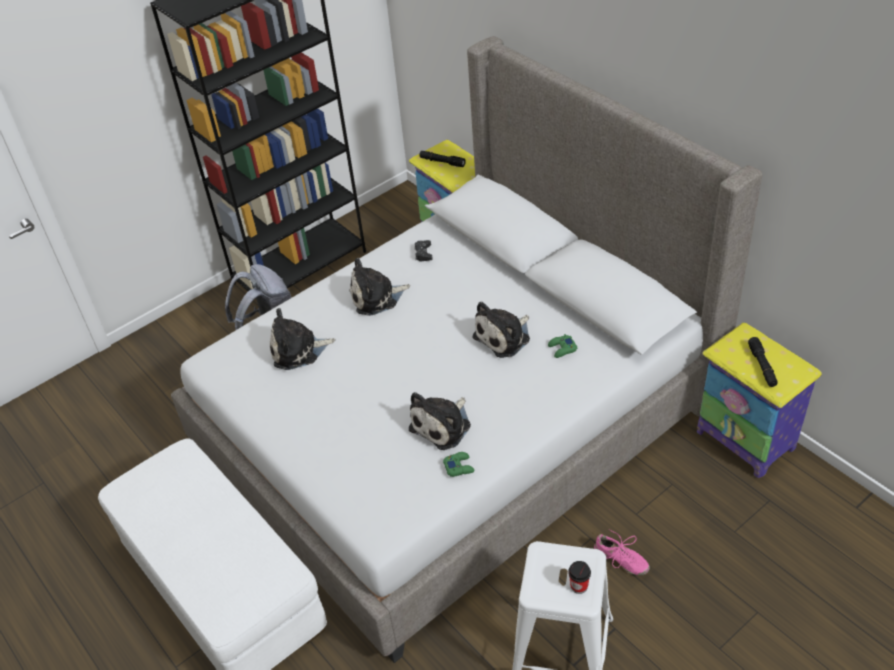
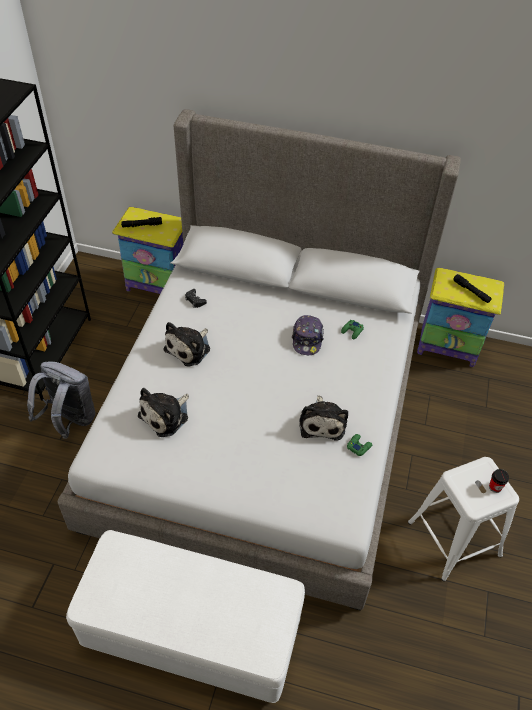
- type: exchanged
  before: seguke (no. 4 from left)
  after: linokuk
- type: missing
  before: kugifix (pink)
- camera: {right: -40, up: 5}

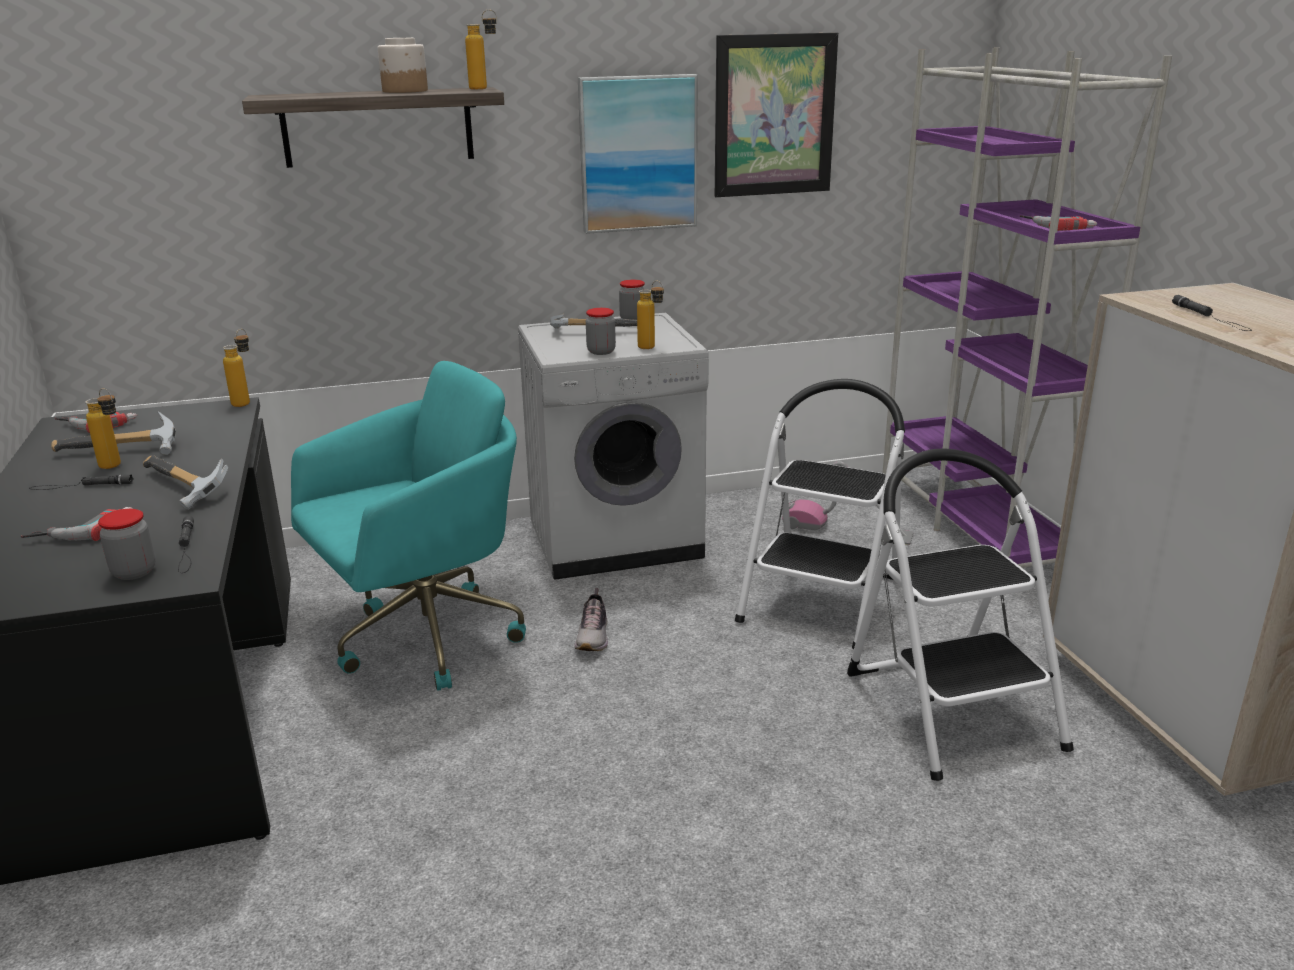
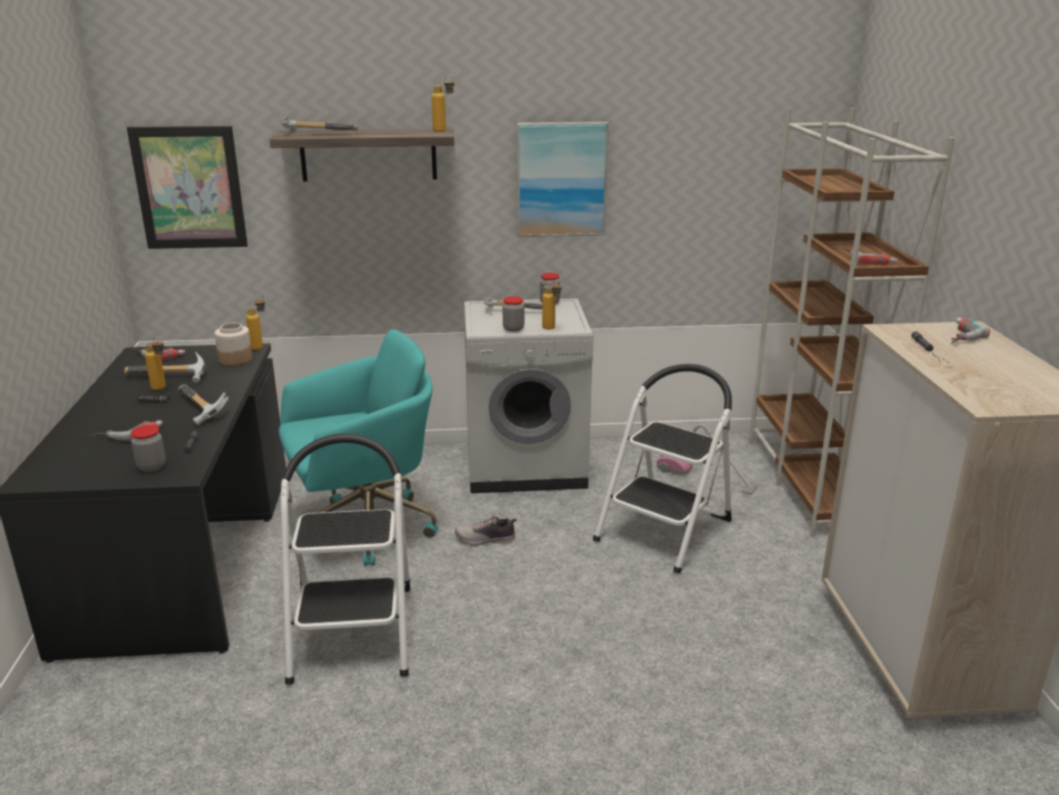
- type: relocated
  before: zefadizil (no. 2 from left in the first image)
  after: zefadizil (no. 1 from left)
- type: relocated
  before: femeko (no. 2 from left)
- type: relocated
  before: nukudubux (no. 2 from left in the first image)
  after: nukudubux (no. 1 from left)
- type: appeared
  after: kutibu (no. 3 from left)
- type: spun
  before: kugifix
  turn: 75
- type: colour
  before: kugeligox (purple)
  after: kugeligox (brown)
- type: appeared
  after: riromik (no. 4 from left)
- camera: {right: 10, up: 0}

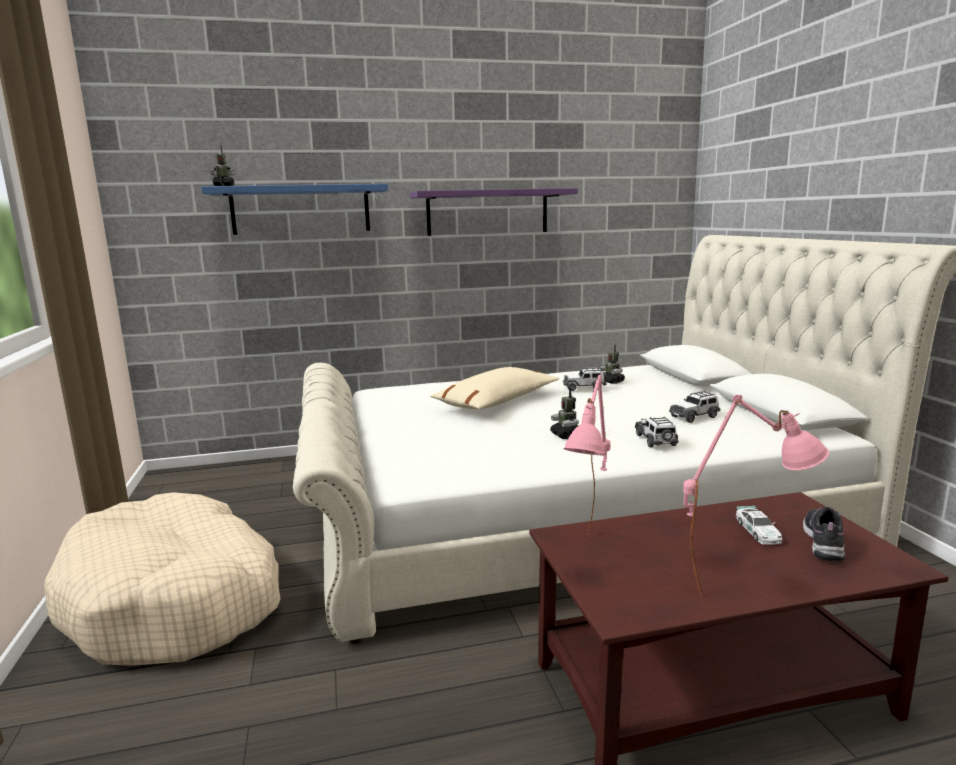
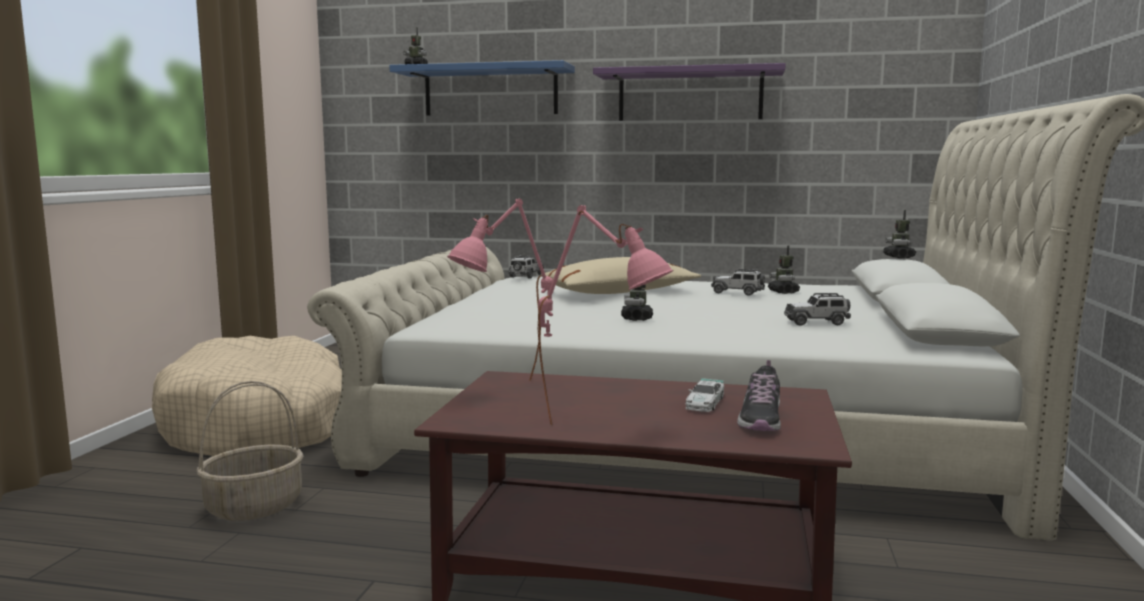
- type: appeared
  after: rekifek
- type: relocated
  before: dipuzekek (no. 2 from left in the first image)
  after: dipuzekek (no. 1 from left)
- type: spun
  before: kugifix
  turn: 150
- type: appeared
  after: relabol (no. 4 from left)
- camera: {right: 25, up: -5}

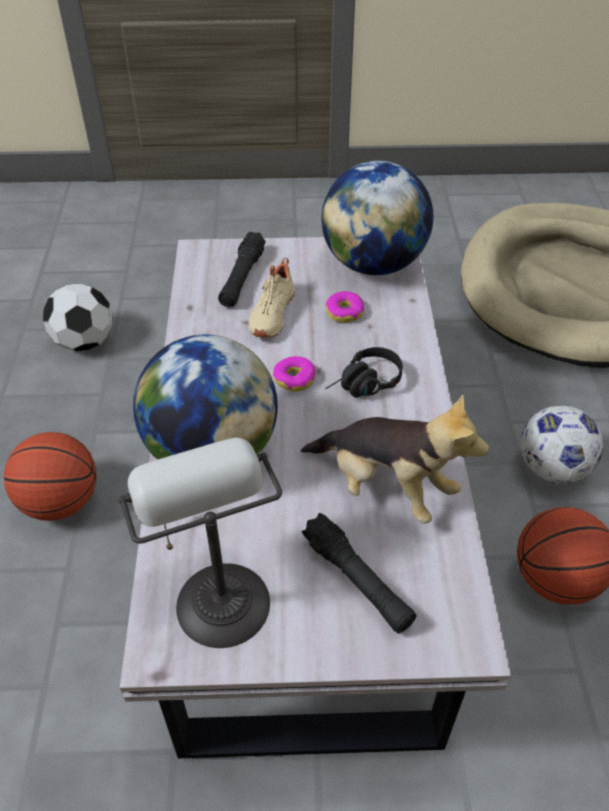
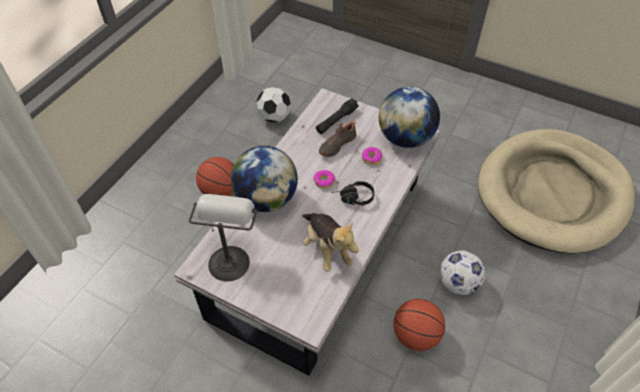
- type: colour
  before: kugifix (beige)
  after: kugifix (black)
- type: missing
  before: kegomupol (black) (no. 2 from left)
- camera: {right: 30, up: 5}

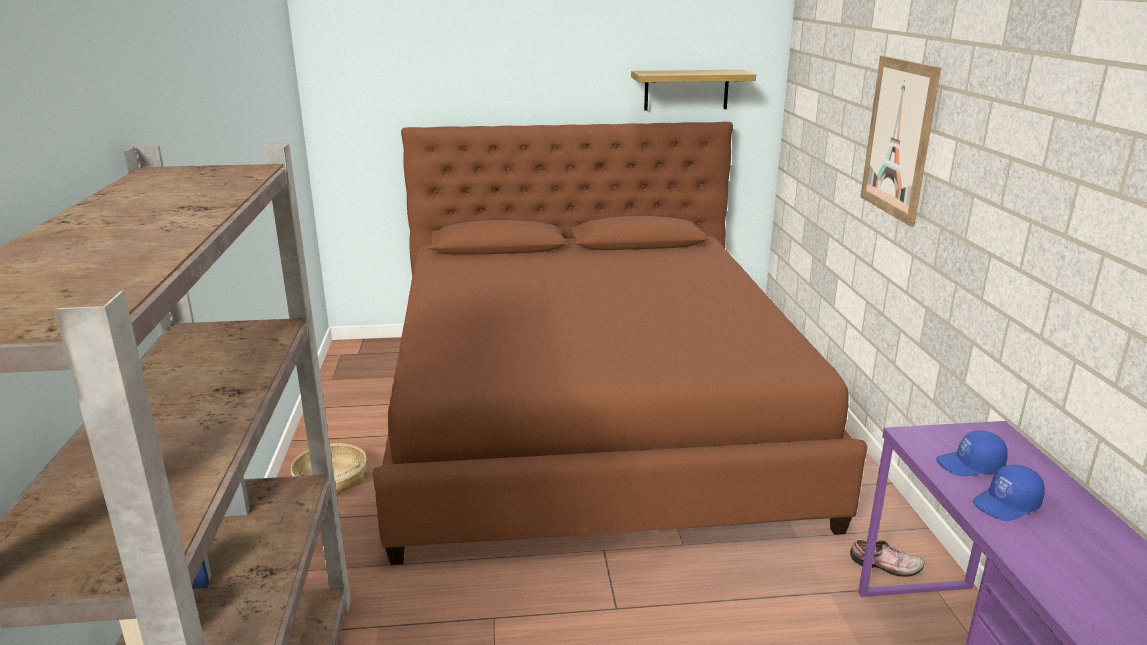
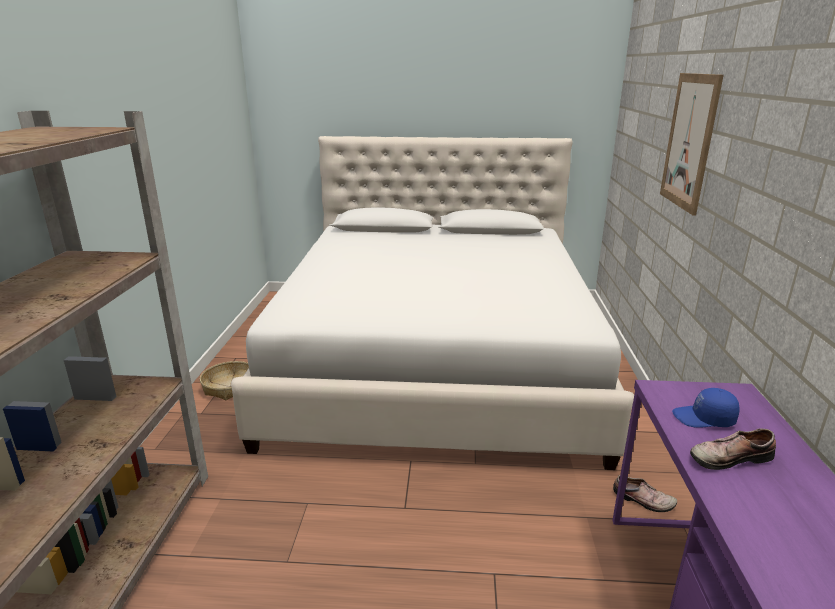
- type: colour
  before: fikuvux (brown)
  after: fikuvux (white)
- type: exchanged
  before: linokuk (blue) (no. 2 from left)
  after: kugifix (no. 2 from left)
- type: missing
  before: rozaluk
- camera: {right: 10, up: 0}

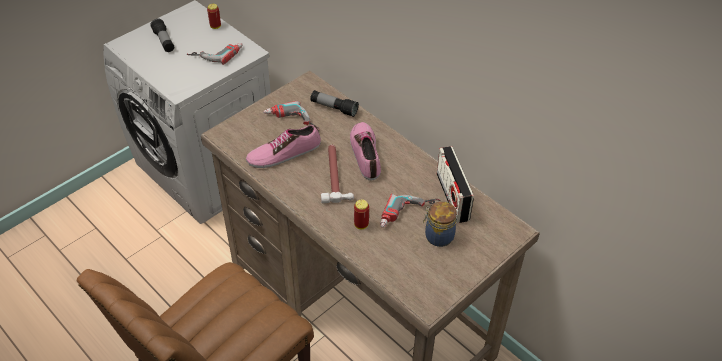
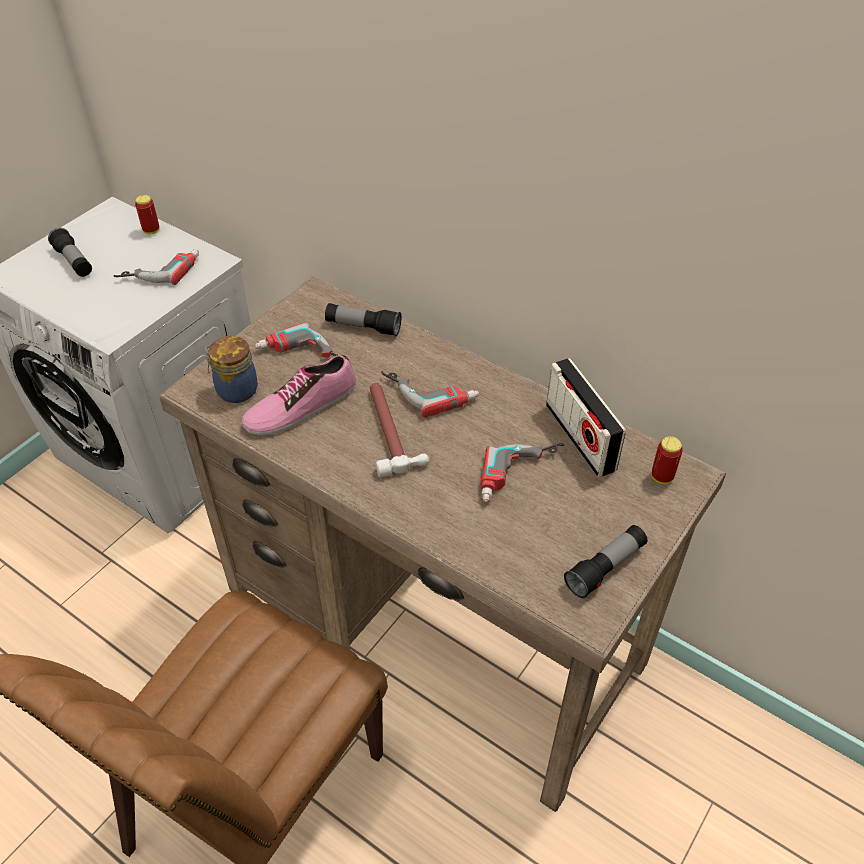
- type: relocated
  before: femeko
- type: exchanged
  before: kugifix (no. 2 from left)
  after: riromik (no. 3 from left)
- type: appeared
  after: kegomupol (no. 3 from left)
- type: relocated
  before: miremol (no. 2 from left)
- camera: {right: -10, up: 0}

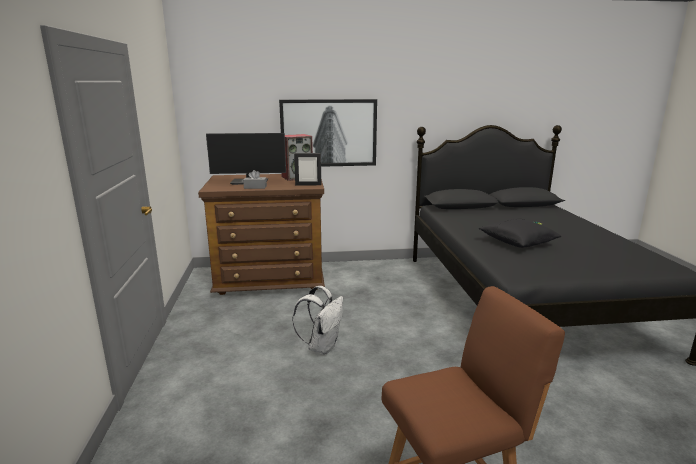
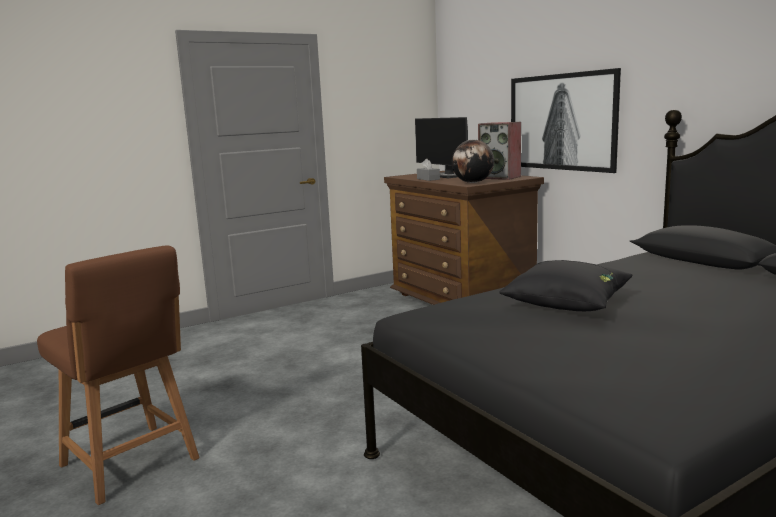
- type: exchanged
  before: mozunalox
  after: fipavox
- type: missing
  before: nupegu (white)
- camera: {right: 65, up: -5}

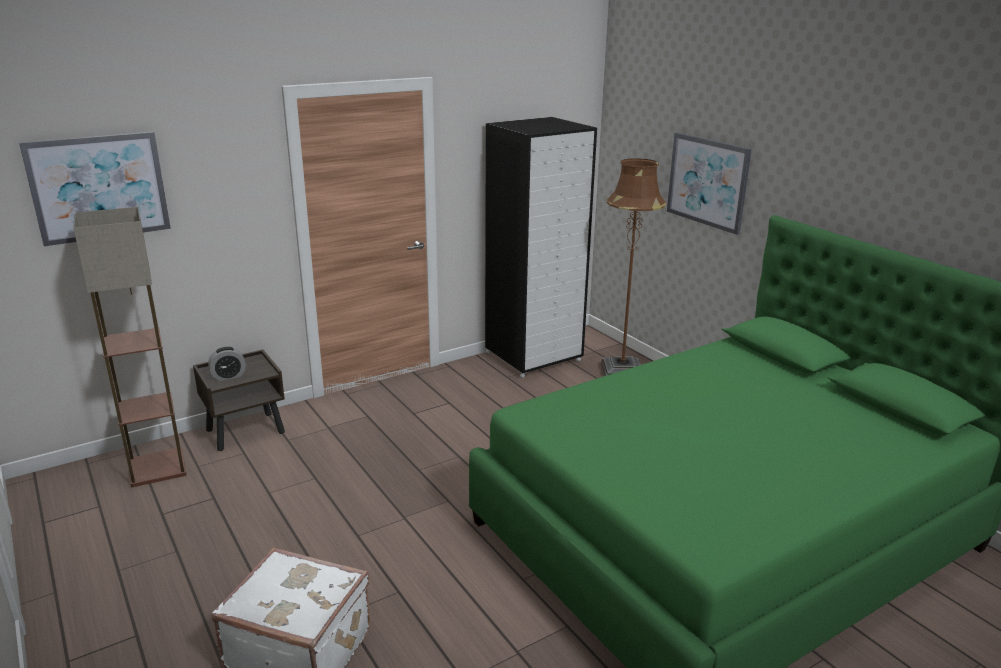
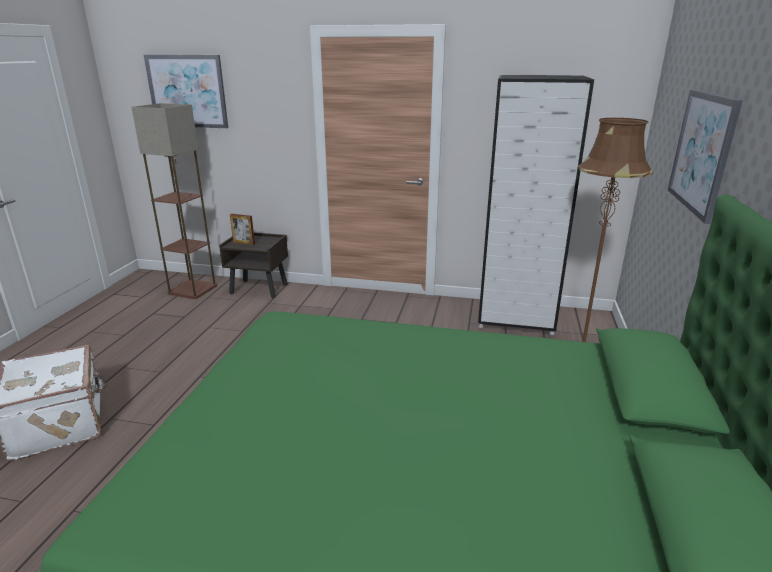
- type: exchanged
  before: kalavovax
  after: mozunalox
- camera: {right: 45, up: 0}

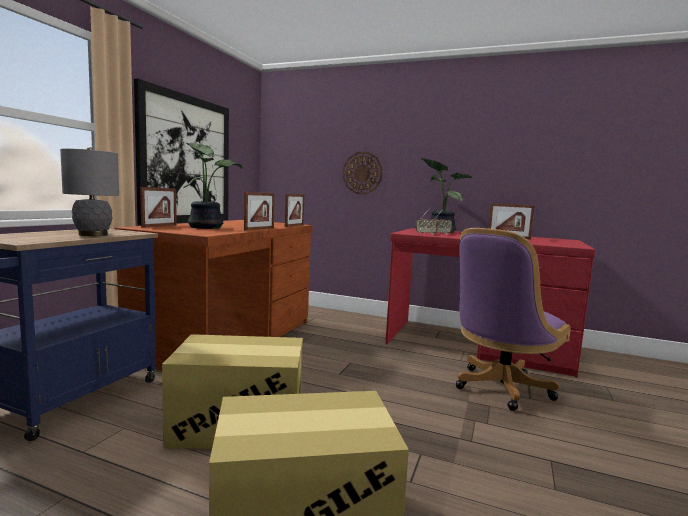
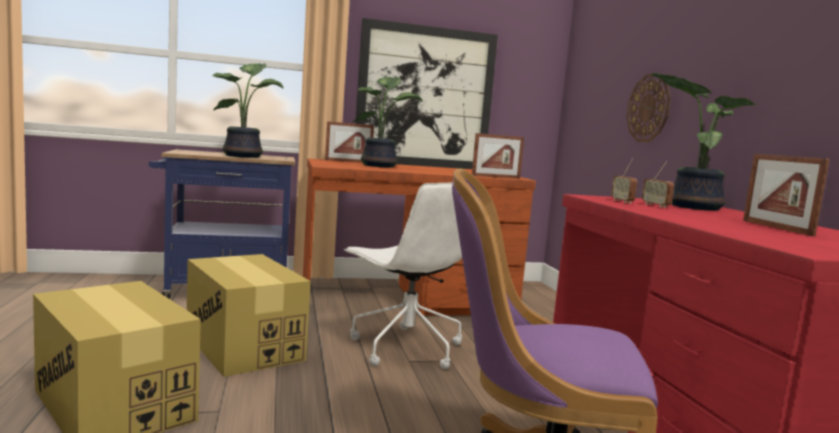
- type: exchanged
  before: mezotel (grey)
  after: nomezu (no. 1 from left)
- type: appeared
  after: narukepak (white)
- type: missing
  before: mozunalox (no. 2 from left)
- camera: {right: 55, up: 0}

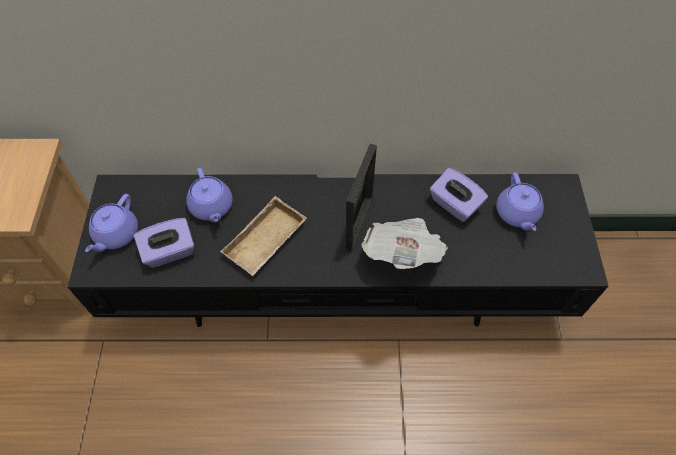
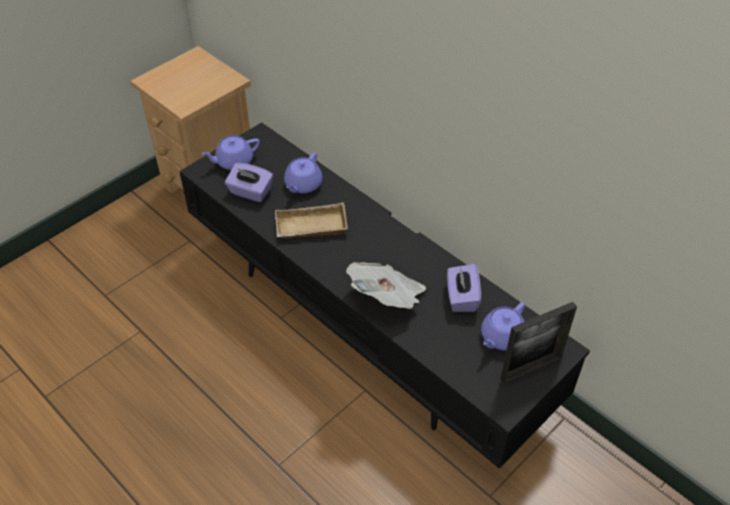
- type: relocated
  before: mozunalox
- camera: {right: 45, up: -10}

